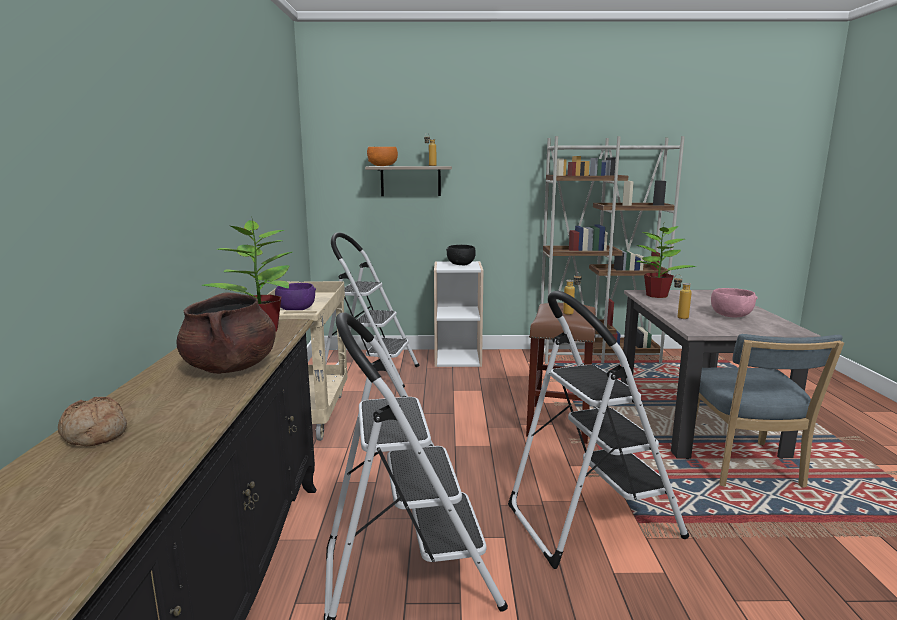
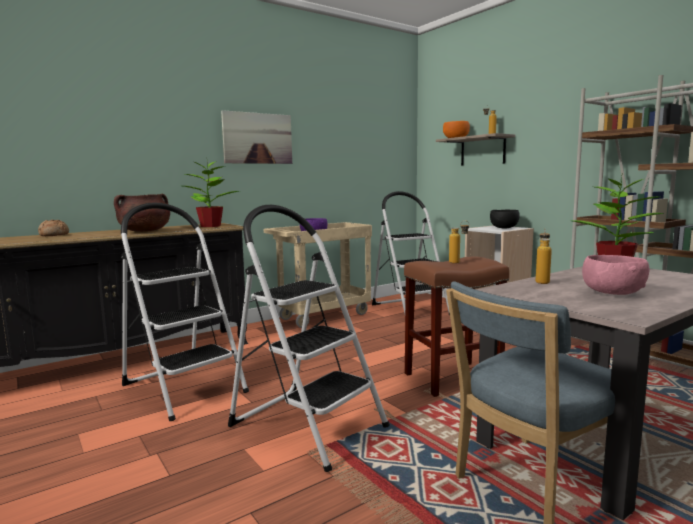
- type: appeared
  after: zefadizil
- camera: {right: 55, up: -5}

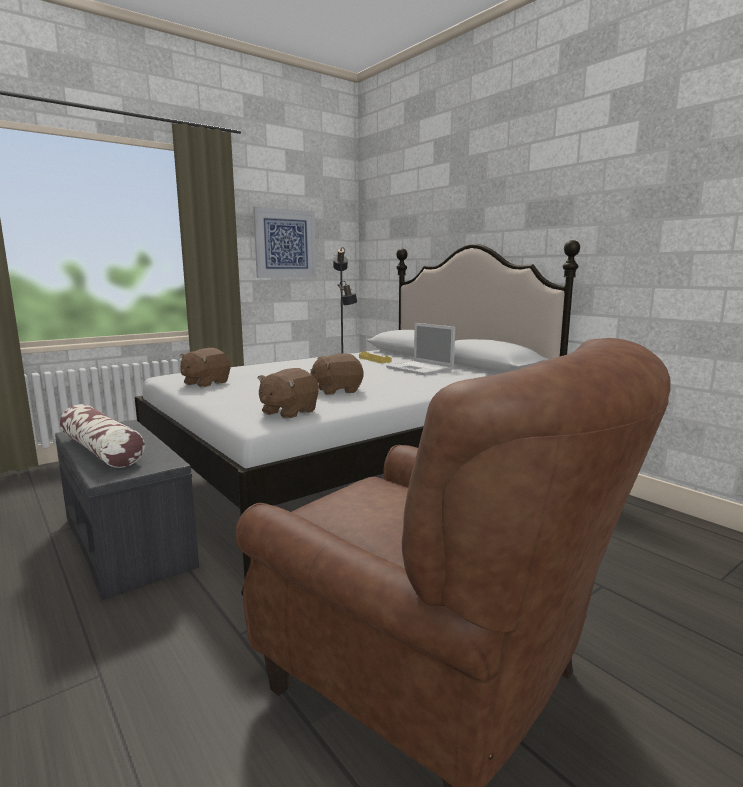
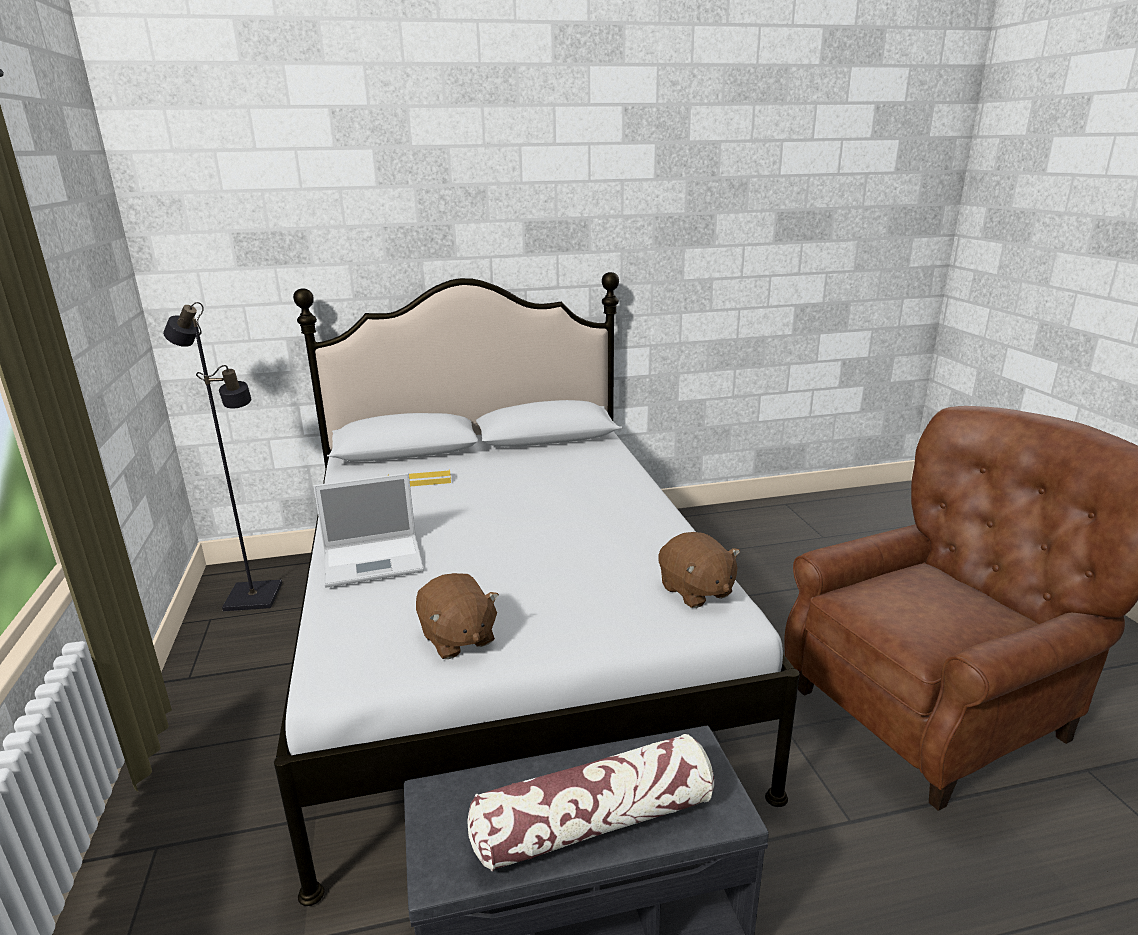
- type: relocated
  before: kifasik
- type: missing
  before: zefadizil
- type: missing
  before: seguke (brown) (no. 3 from left)
- camera: {right: -65, up: 10}

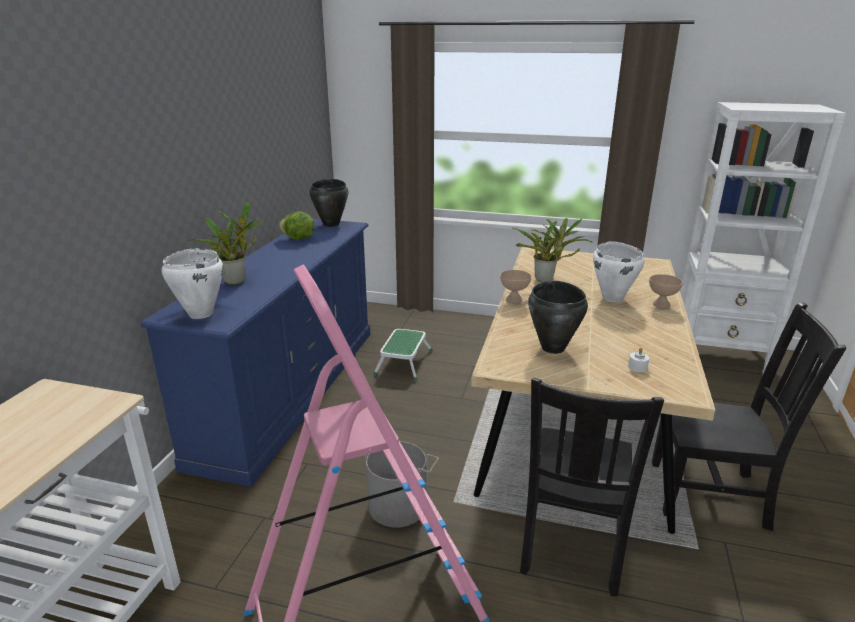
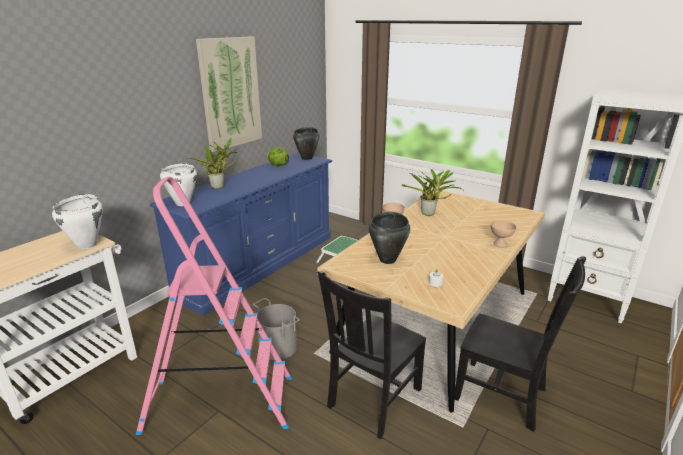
- type: relocated
  before: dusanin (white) (no. 2 from left in the first image)
  after: dusanin (white) (no. 1 from left)
- type: appeared
  after: zefadizil
- camera: {right: 20, up: 0}

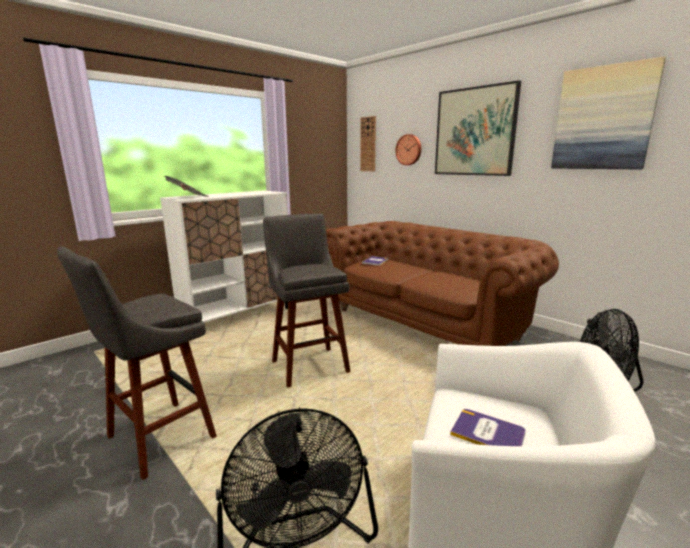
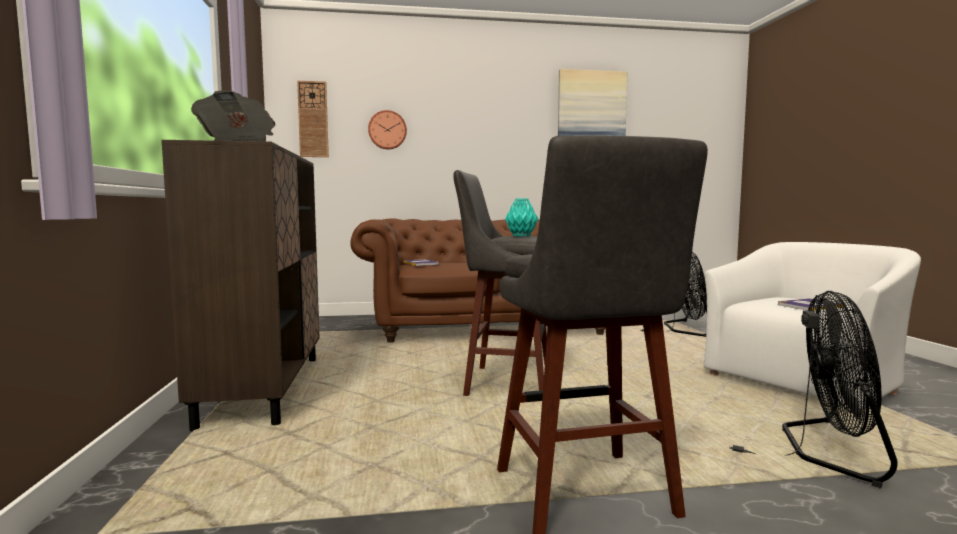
- type: colour
  before: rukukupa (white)
  after: rukukupa (brown)
- type: appeared
  after: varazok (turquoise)
- type: missing
  before: zefadizil (no. 1 from left)
- camera: {right: -55, up: -10}

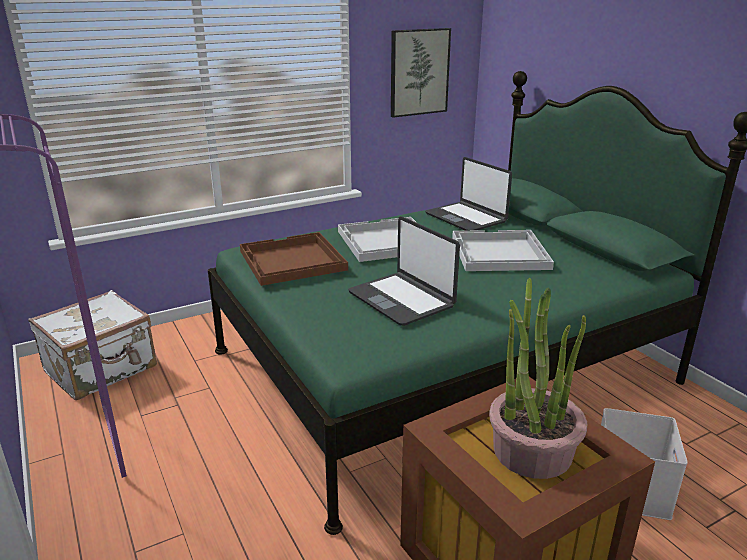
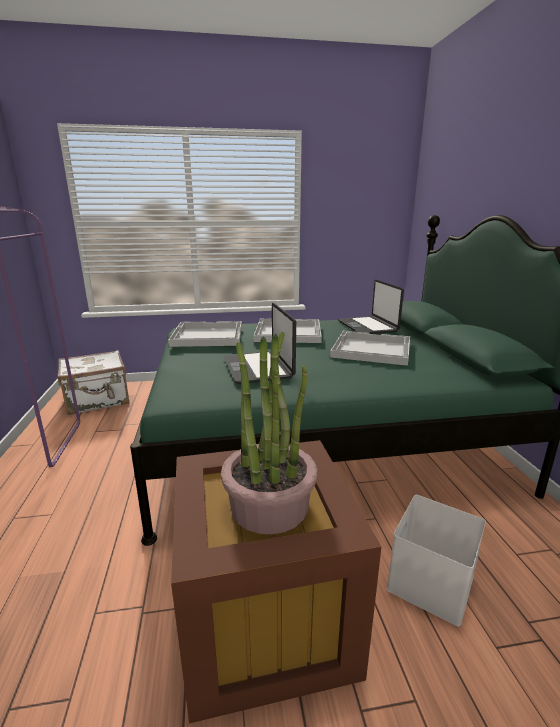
- type: colour
  before: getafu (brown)
  after: getafu (white) (no. 1 from left)
- type: missing
  before: zefadizil
- camera: {right: 20, up: -5}

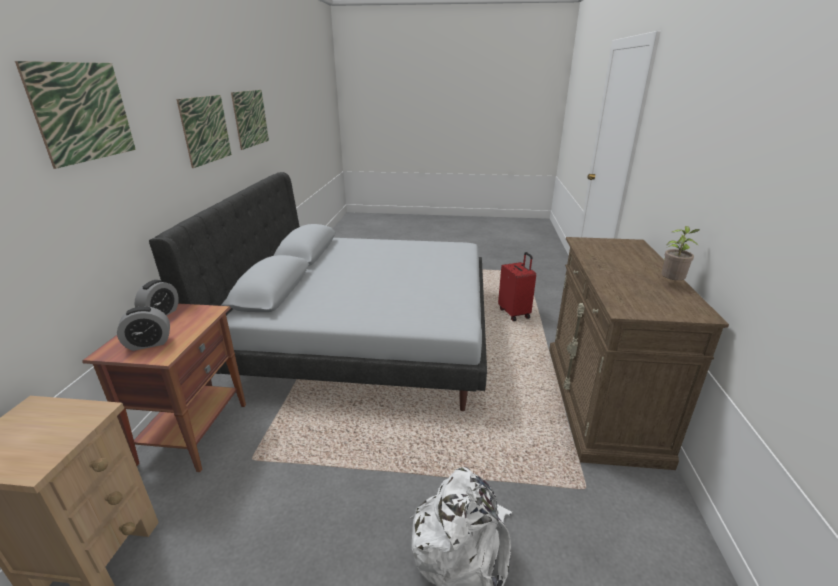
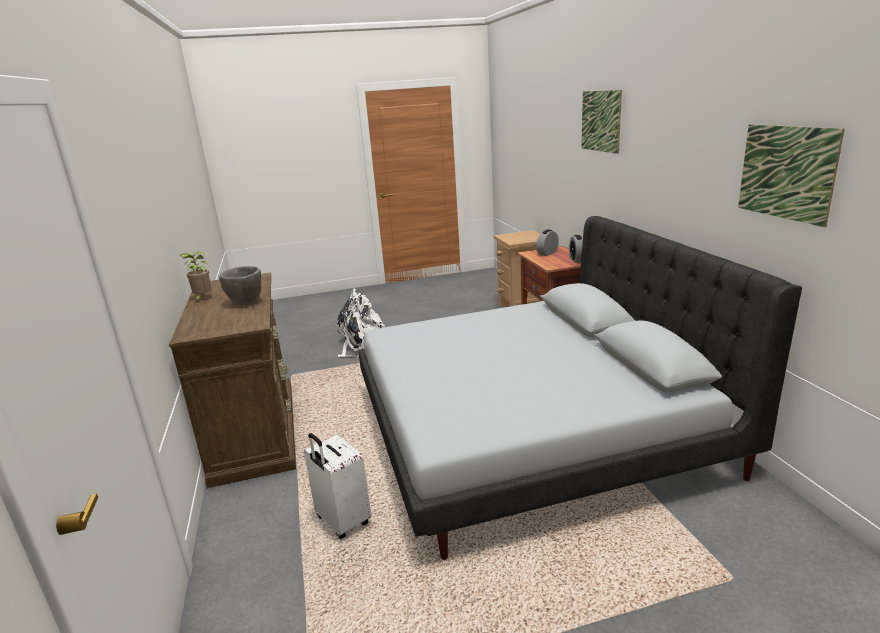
- type: appeared
  after: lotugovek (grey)
- type: colour
  before: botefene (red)
  after: botefene (white)
- type: missing
  before: zefadizil (no. 2 from left)
- camera: {right: 160, up: -5}

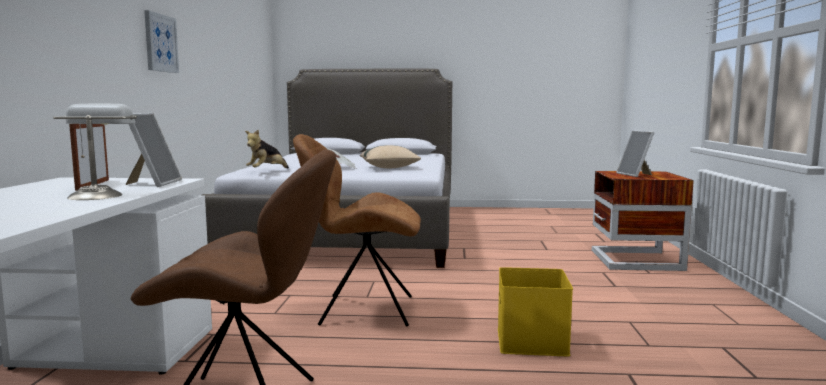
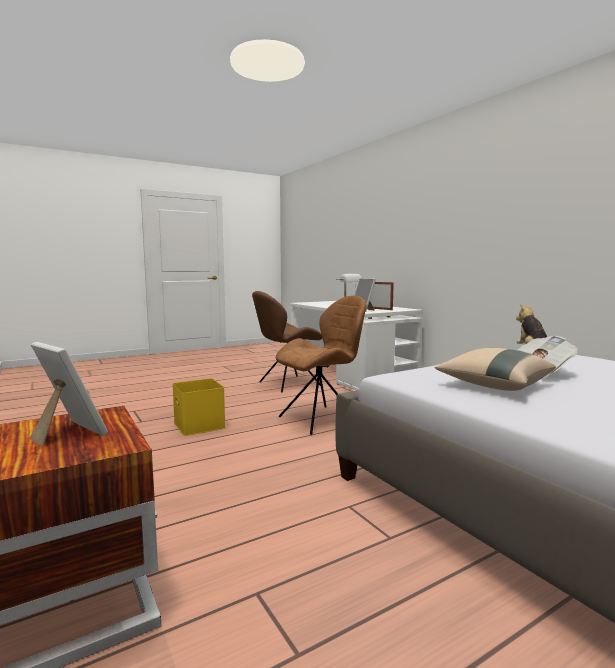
- type: missing
  before: zefadizil
- camera: {right: 145, up: 0}

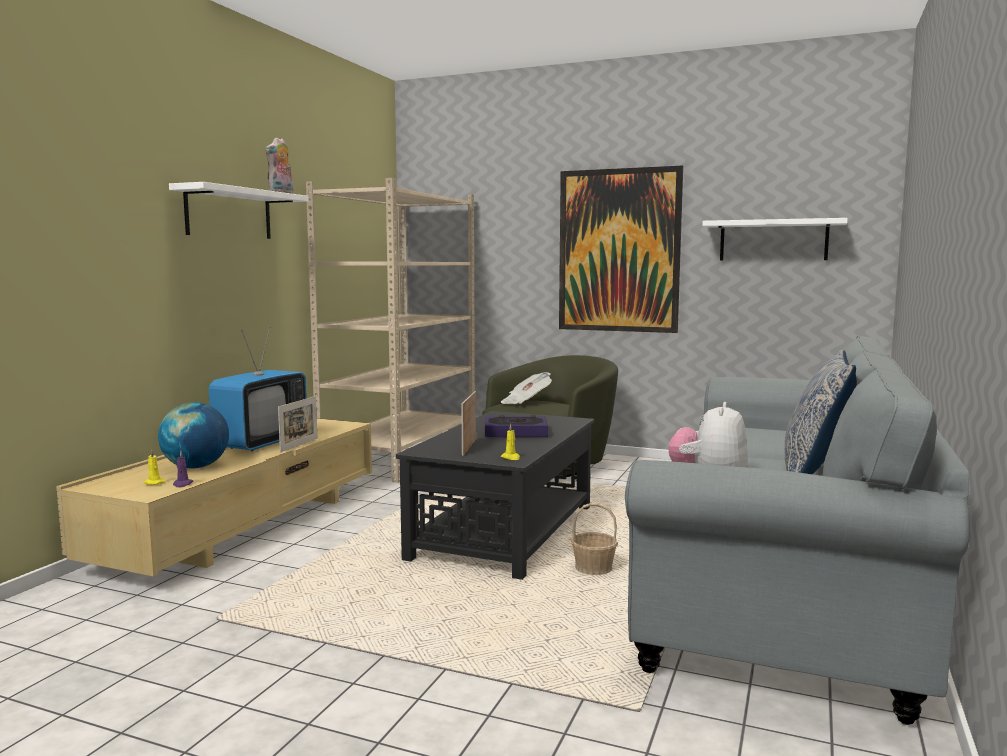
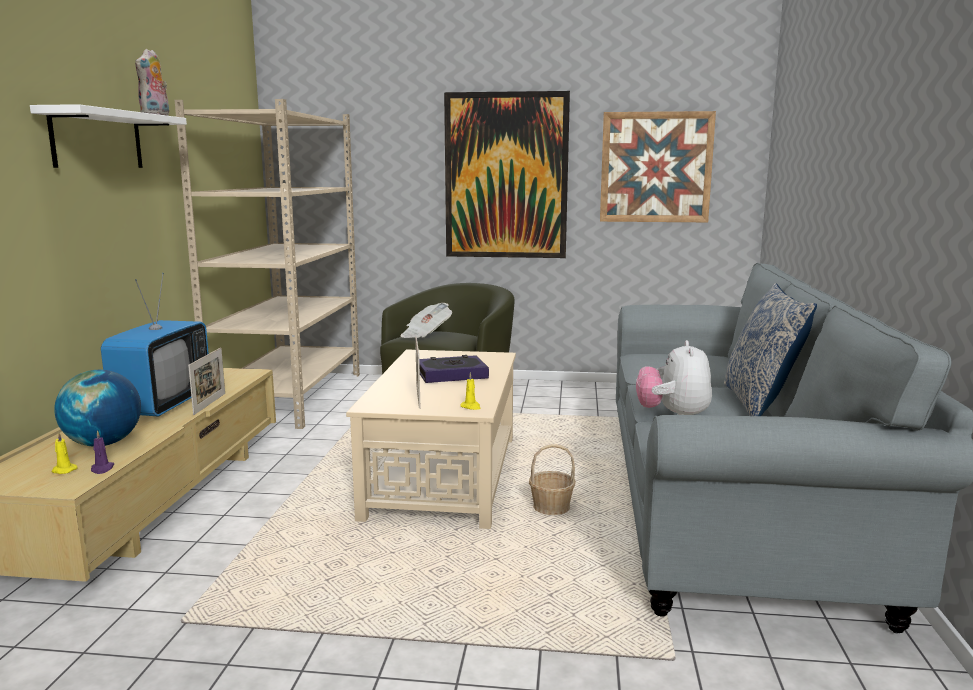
- type: colour
  before: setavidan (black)
  after: setavidan (beige)
- type: exchanged
  before: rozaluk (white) (no. 2 from left)
  after: zefadizil (no. 2 from left)
- camera: {right: -15, up: 5}

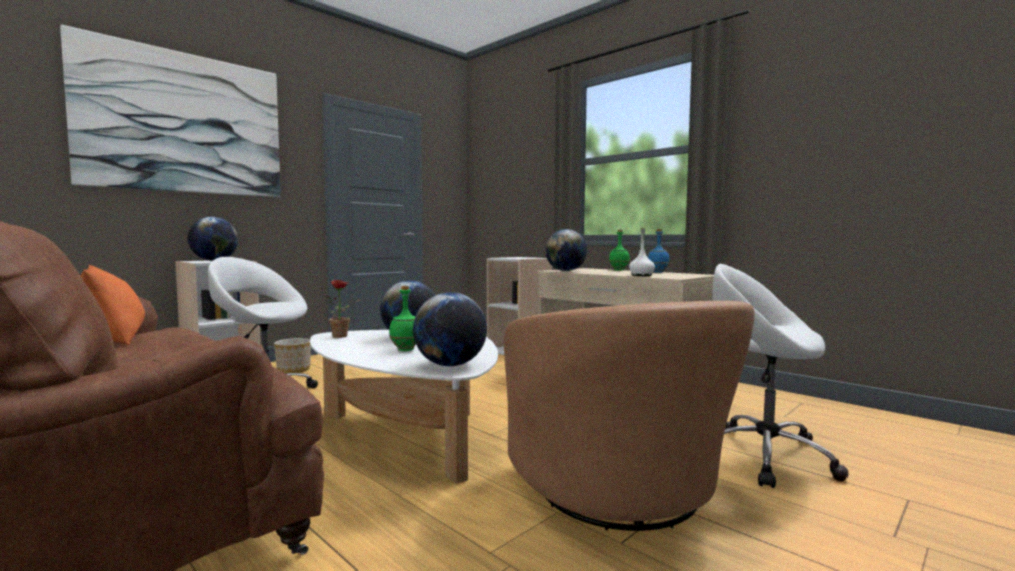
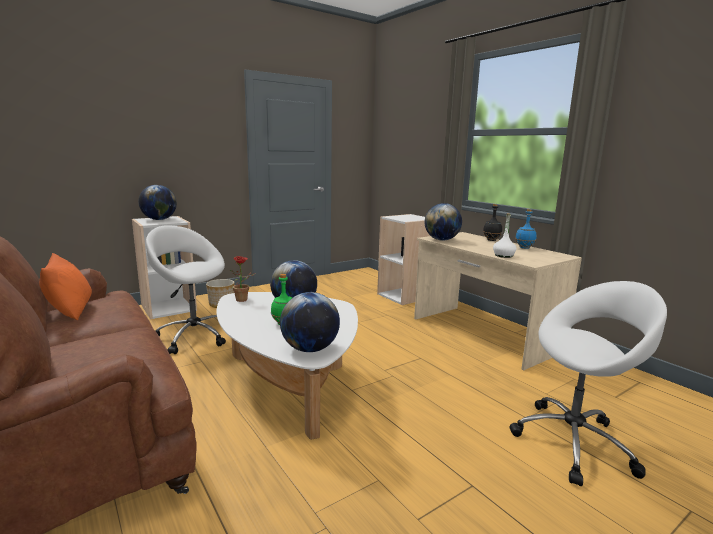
- type: colour
  before: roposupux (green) (no. 2 from left)
  after: roposupux (black)
- type: spun
  before: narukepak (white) (no. 2 from left)
  turn: 135
- type: missing
  before: zefadizil
- type: missing
  before: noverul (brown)
- camera: {right: 10, up: 10}

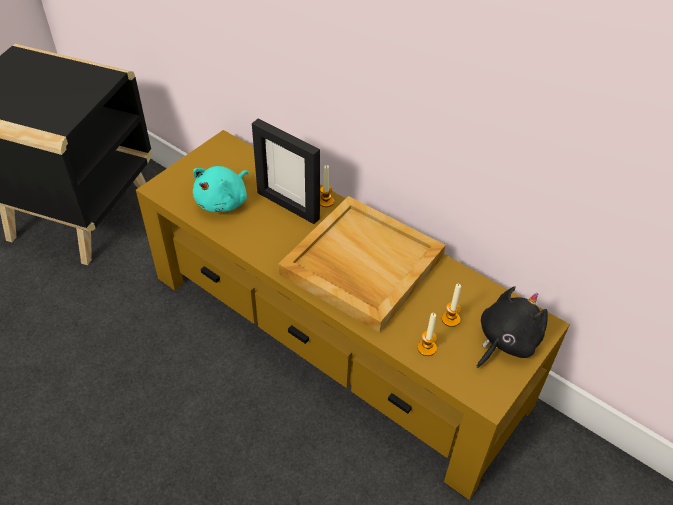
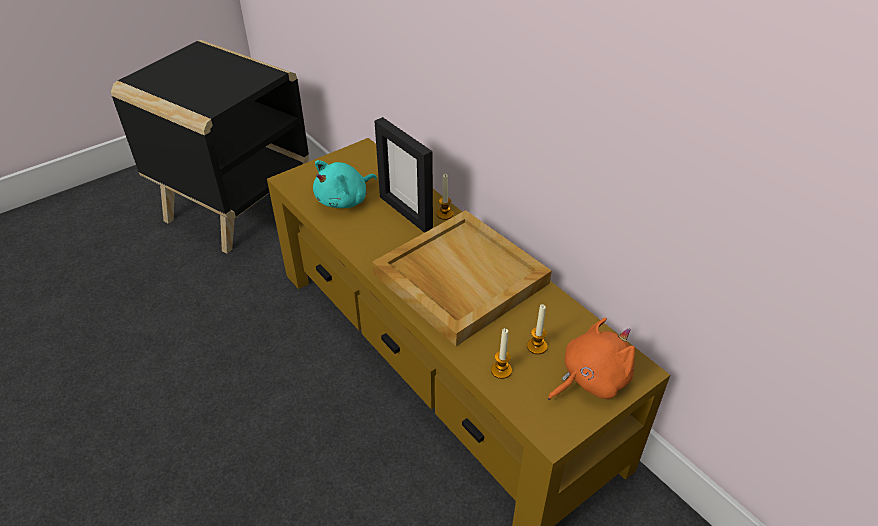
- type: colour
  before: seguke (black)
  after: seguke (orange)
- camera: {right: 15, up: -5}

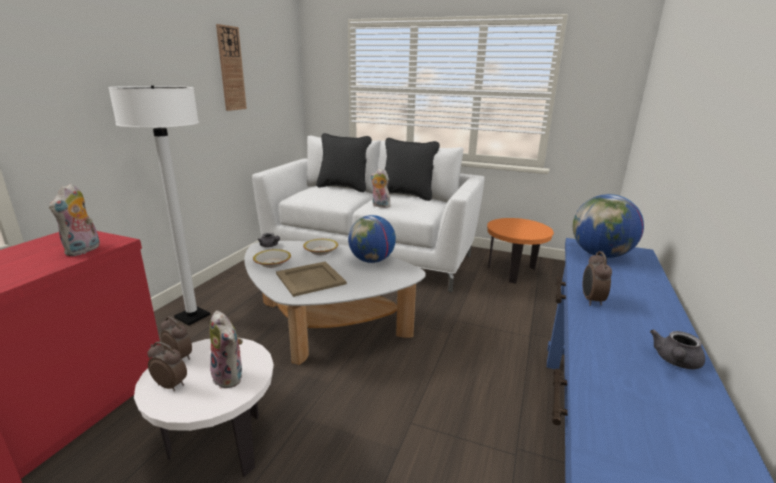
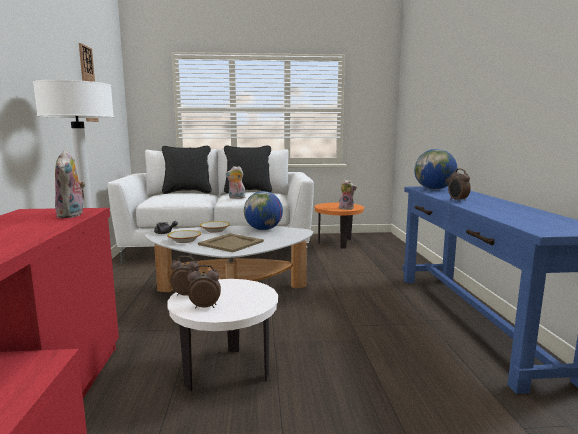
- type: relocated
  before: seguke (no. 2 from left in the first image)
  after: seguke (no. 3 from left)
- type: missing
  before: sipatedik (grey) (no. 2 from left)
- camera: {right: -25, up: -10}

